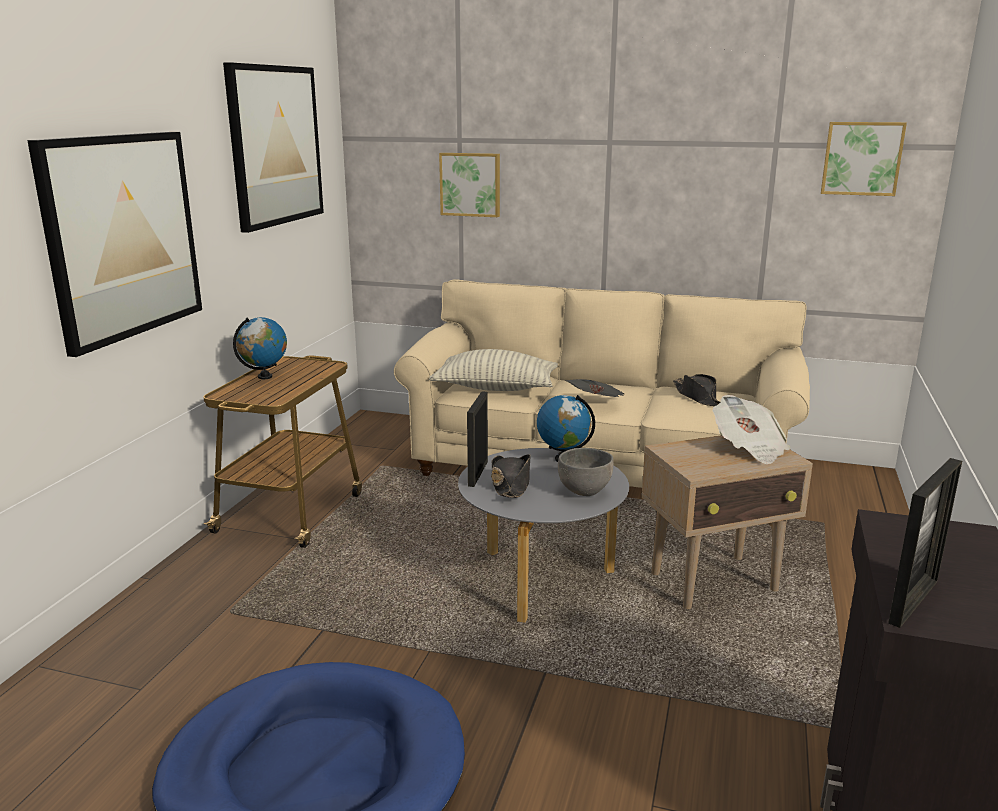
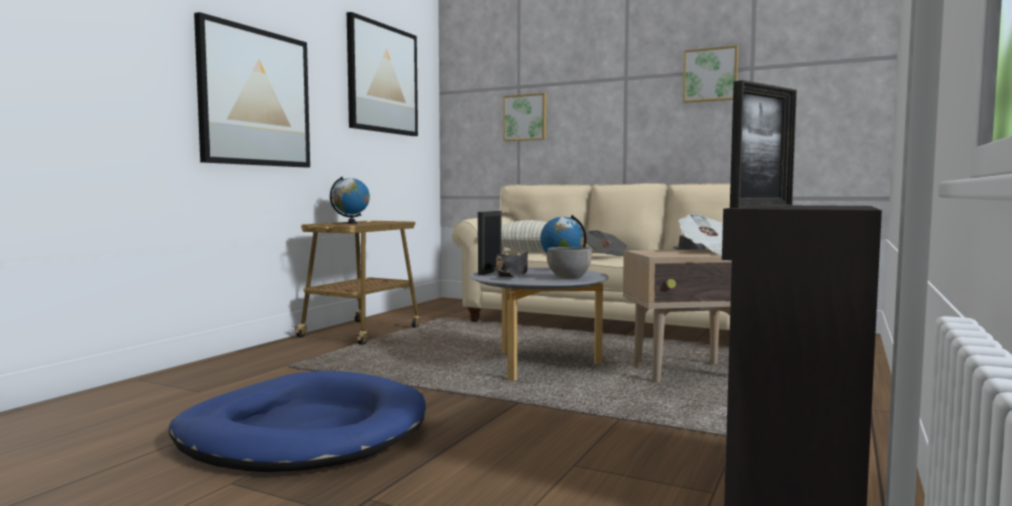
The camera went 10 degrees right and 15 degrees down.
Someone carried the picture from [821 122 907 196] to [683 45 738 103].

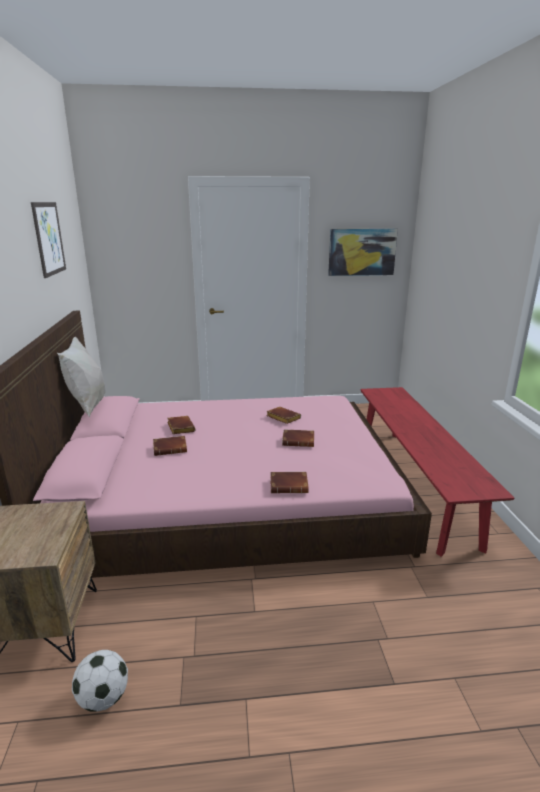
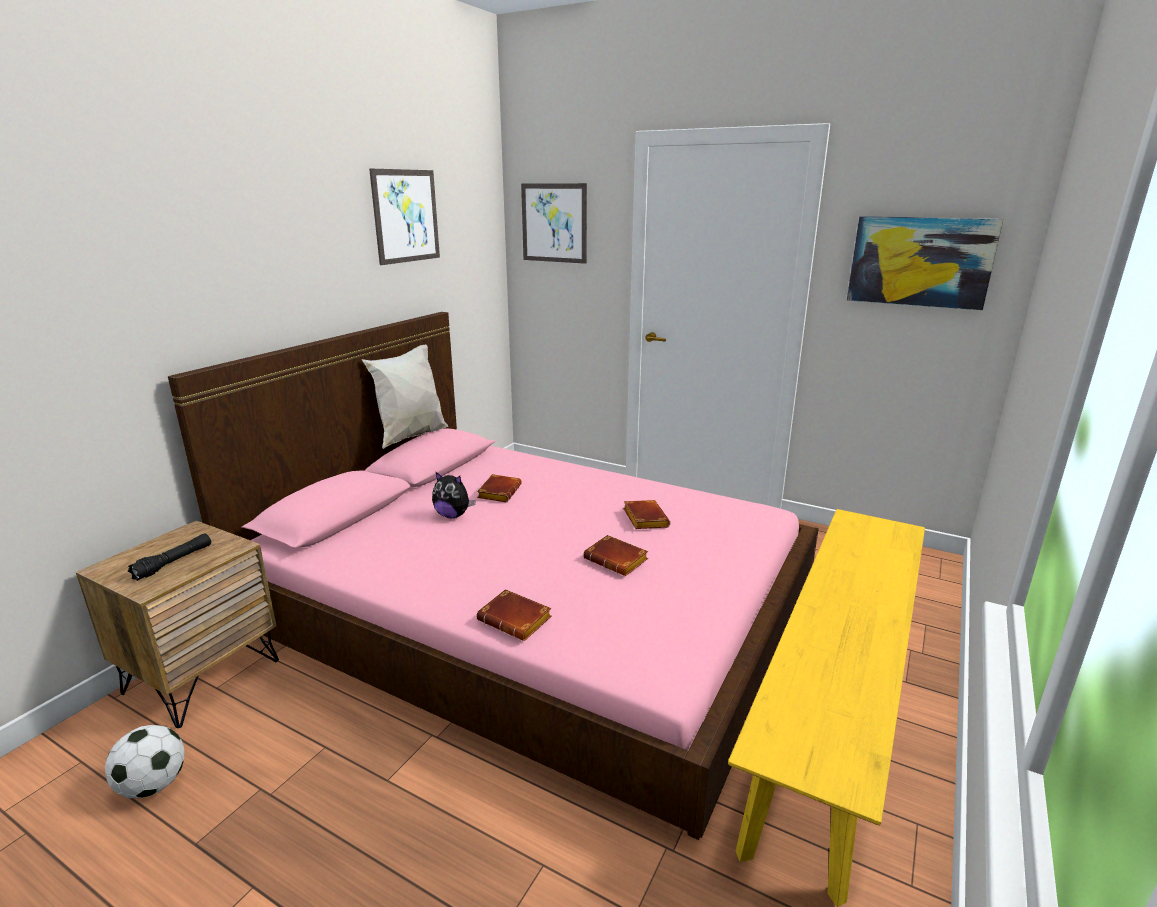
The camera went 35 degrees right and 0 degrees up.
Someone put down the black_torch at [128 533 211 581].
Someone put up the picture at [521 183 587 264].
Someone swapped the brown-coloured_bound_book at [153 436 187 456] for the plush_toy at [432 472 476 518].
Someone repainted the red_bench at [360 387 514 557], which became the yellow_bench at [728 509 925 907].

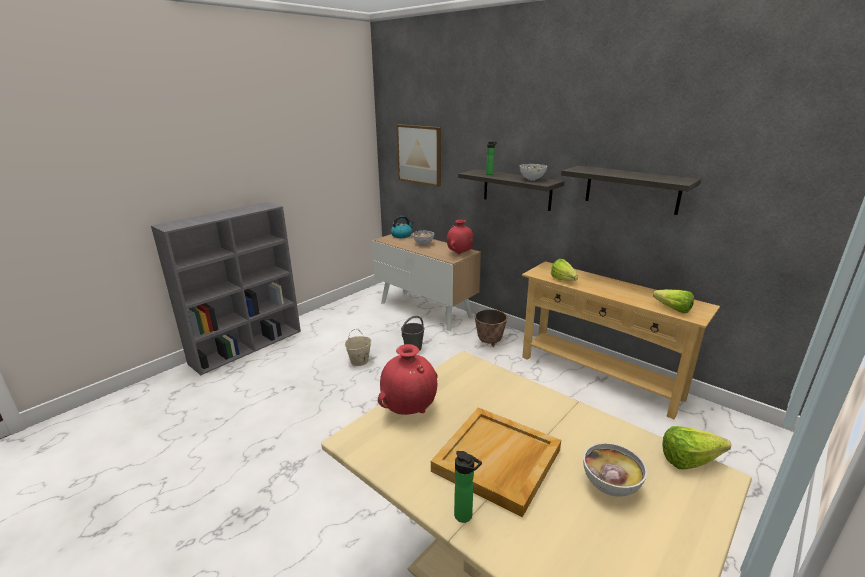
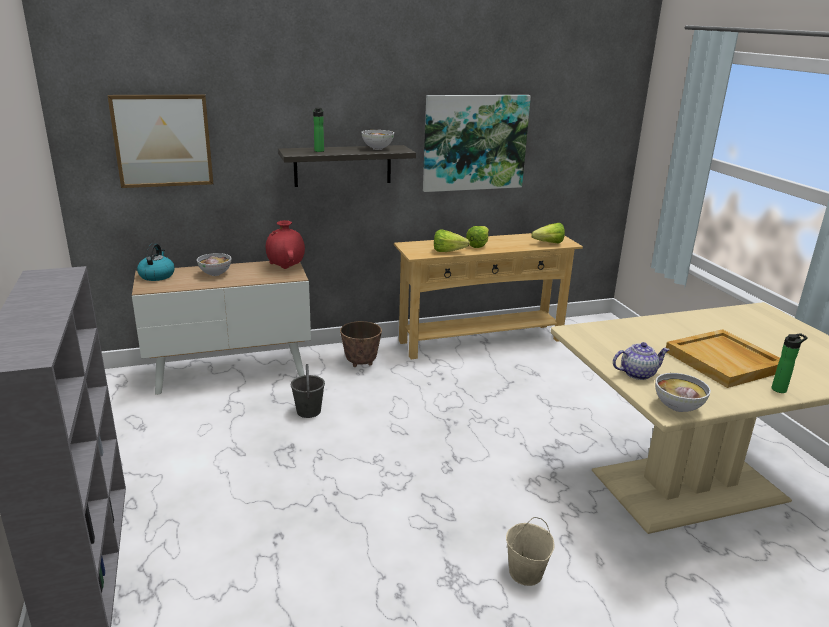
The camera went 60 degrees left and 0 degrees up.
Someone carried the beige-coloured_bucket from [345 329 372 366] to [506 517 554 586].
Someone carried the serving_bowl from [583 443 647 497] to [655 373 711 412].
Someone carried the lettuce_head from [663 426 731 469] to [466 226 489 248].
Someone swapped the red_decorative_vase at [378 344 438 415] for the teapot at [613 342 670 380].
Someone swapped the bracket_shelf at [561 166 701 215] for the picture at [423 95 531 192].

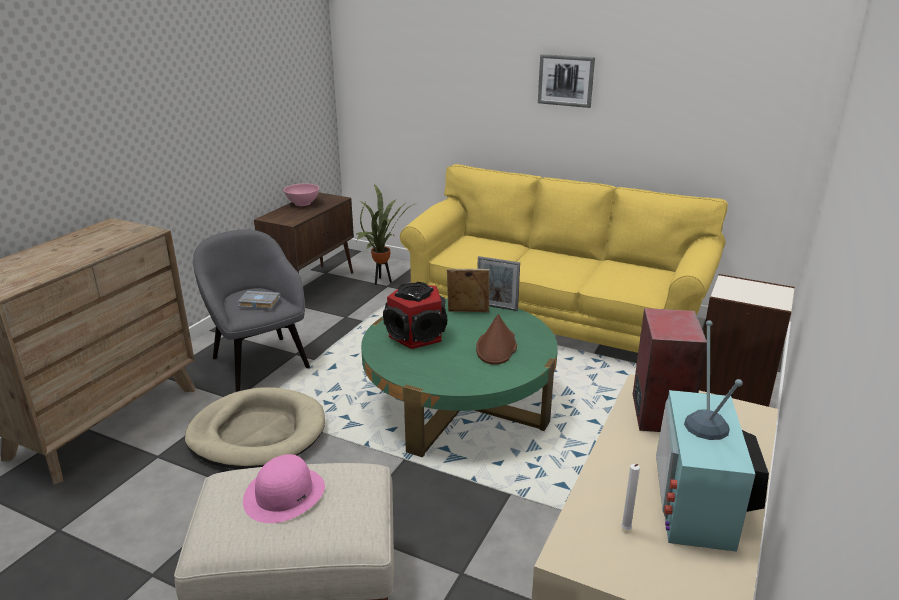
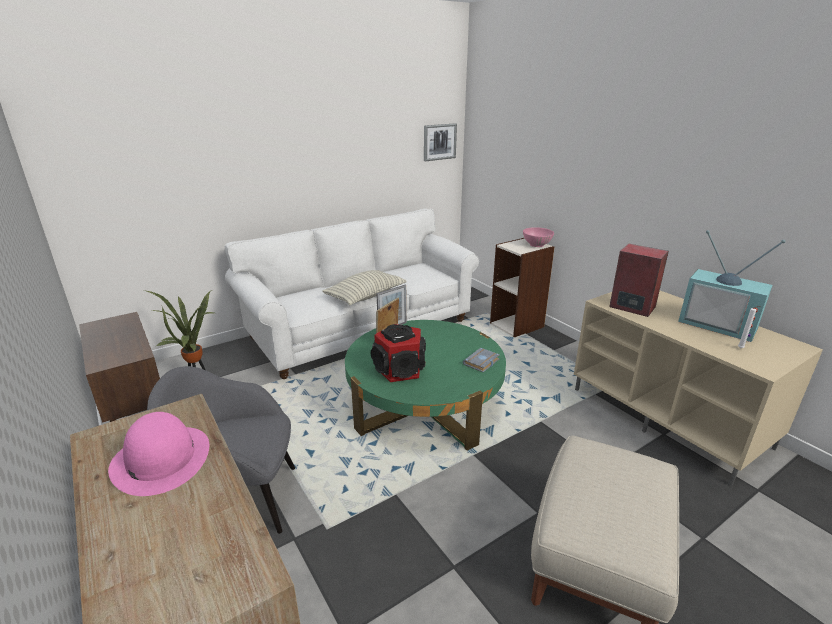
The camera went 60 degrees left and 0 degrees up.
Someone took away the beige-coloured_pet_bed at [184 387 325 469].
Someone took away the brown-coloured_clothing_hat at [476 314 517 365].
Someone put down the cushion at [323 270 407 305].
Someone carried the gray_bound_book from [237 291 281 309] to [463 348 500 372].
Someone carried the pinkish_clothing_hat from [243 454 325 523] to [108 412 209 496].
Someone carried the pinkish_serving_bowl from [284 183 319 206] to [523 227 554 247].
Someone carried the picture from [538 54 595 108] to [424 123 457 161].
Someone repainted the yellow_settee at [400 164 728 353], which became the whitish_settee at [225 209 479 379].

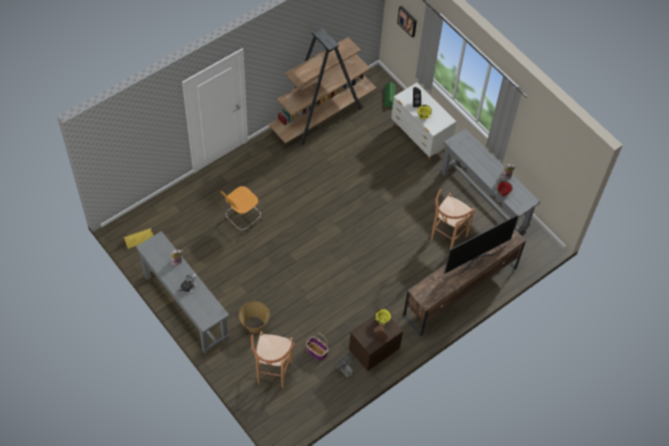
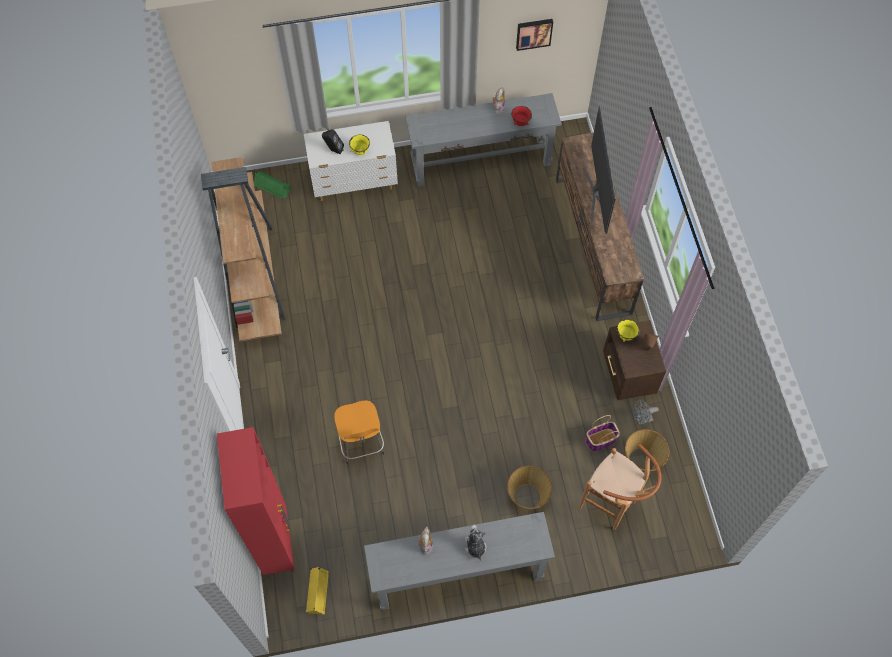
The camera went 60 degrees left and 5 degrees up.
Someone took away the brown-coloured_sitting_stool at [431 189 475 249].
Someone put down the red_cupboard at [217 427 294 577].
Someone put down the basket at [625 429 669 473].
Someone carried the picture from [397 6 417 38] to [516 19 553 51].

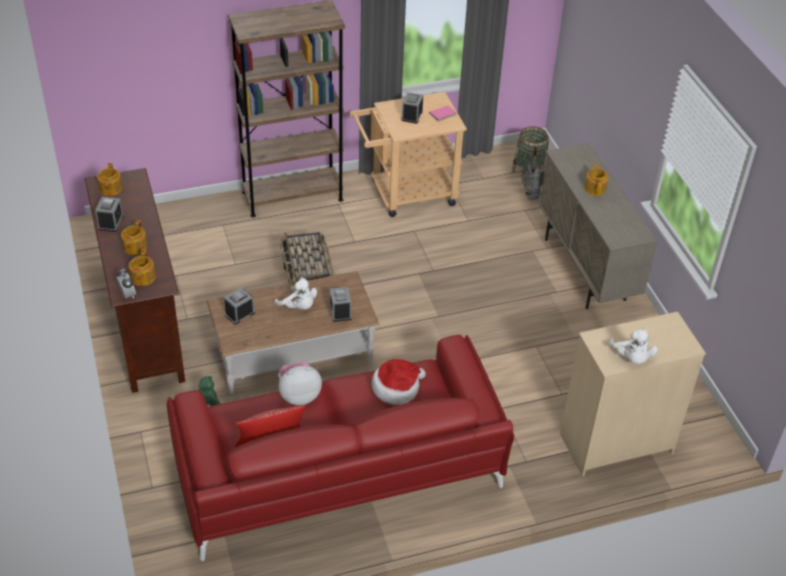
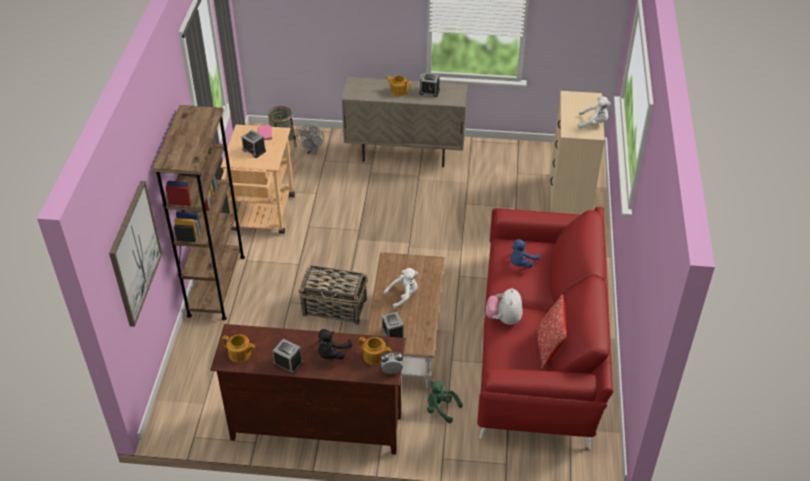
The camera went 65 degrees left and 0 degrees up.
Someone put up the picture at [109 181 162 327].
Someone carried the bedside_clock from [330 287 352 322] to [419 73 440 97].
Someone swapped the teapot at [121 220 147 255] for the black_plush_toy at [318 329 352 360].
Someone swapped the clothing_hat at [372 359 426 405] for the blue_plush_toy at [511 239 540 268].

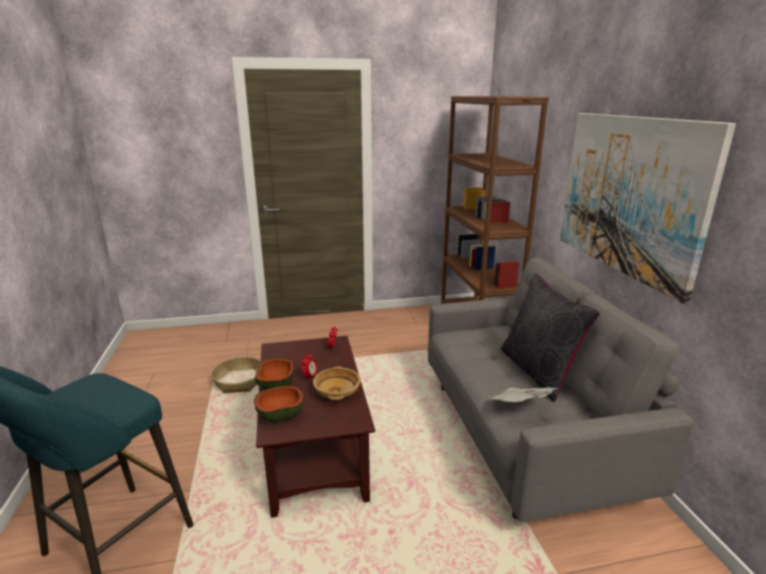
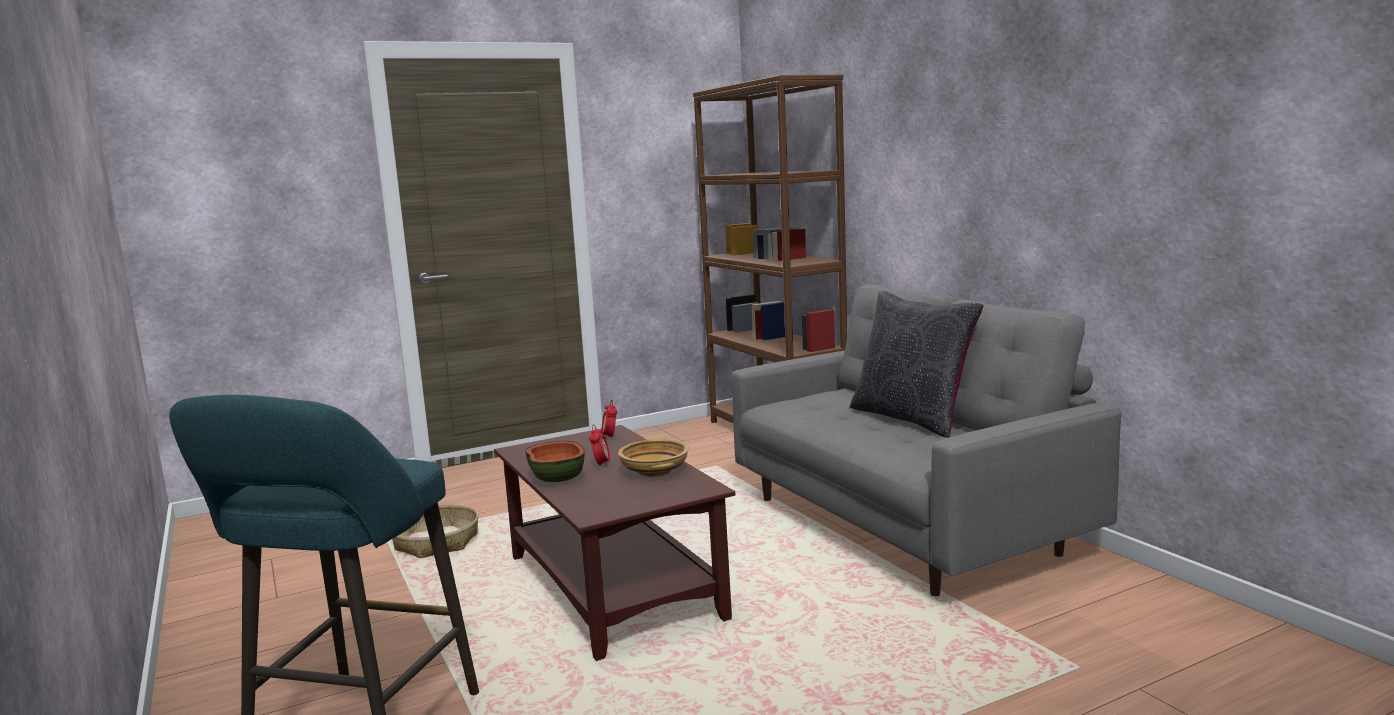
The camera went 15 degrees left and 10 degrees down.
Someone took away the serving_bowl at [254 386 304 422].
Someone took away the daily_paper at [491 387 559 402].
Someone took away the picture at [560 113 736 304].

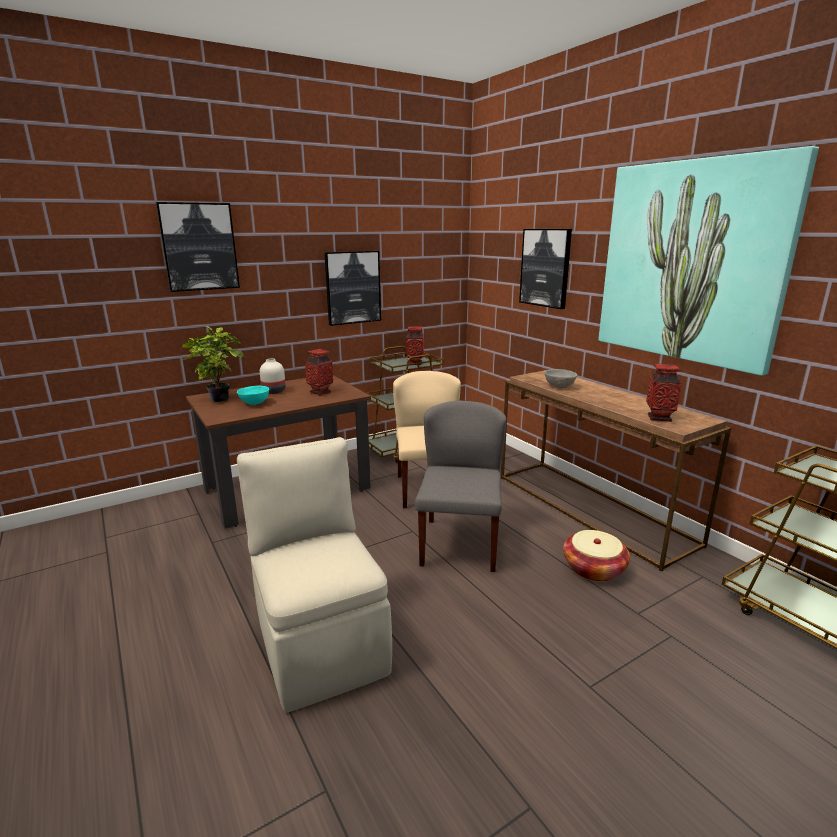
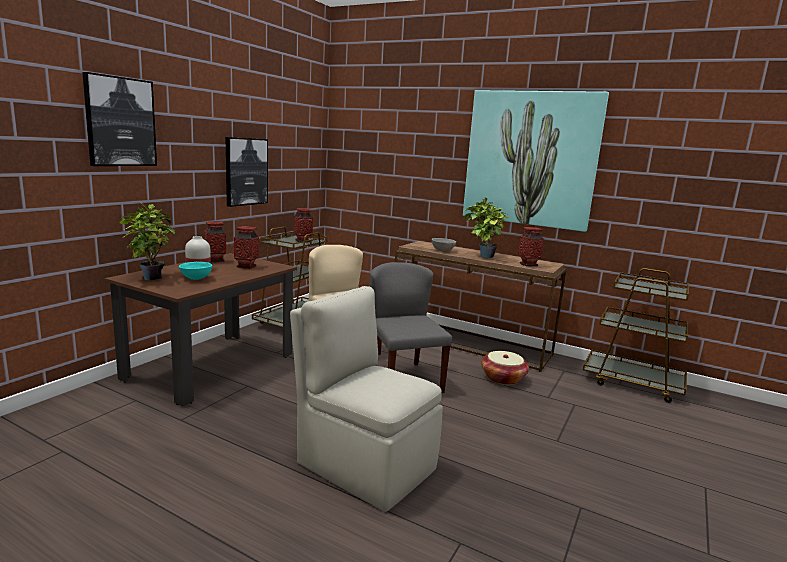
The camera went 30 degrees left and 5 degrees down.
Someone took away the picture at [519 229 572 309].
Someone put down the decorative_vase at [205 221 226 263].
Someone put down the plant_in_a_pot at [463 198 508 258].

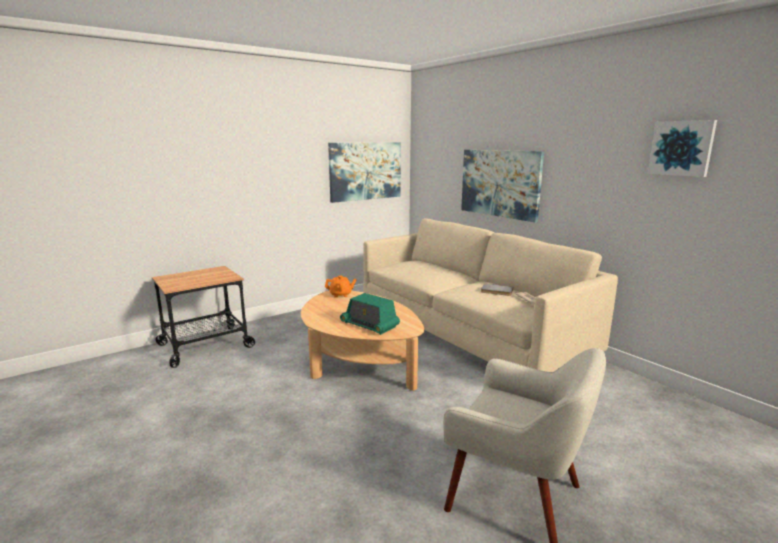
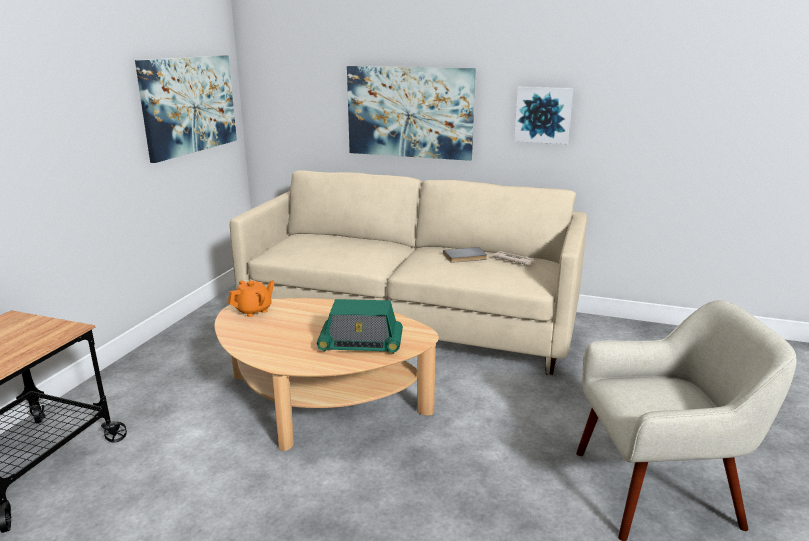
The camera went 35 degrees left and 5 degrees up.
Someone carried the picture from [648 120 717 177] to [514 87 574 144].

